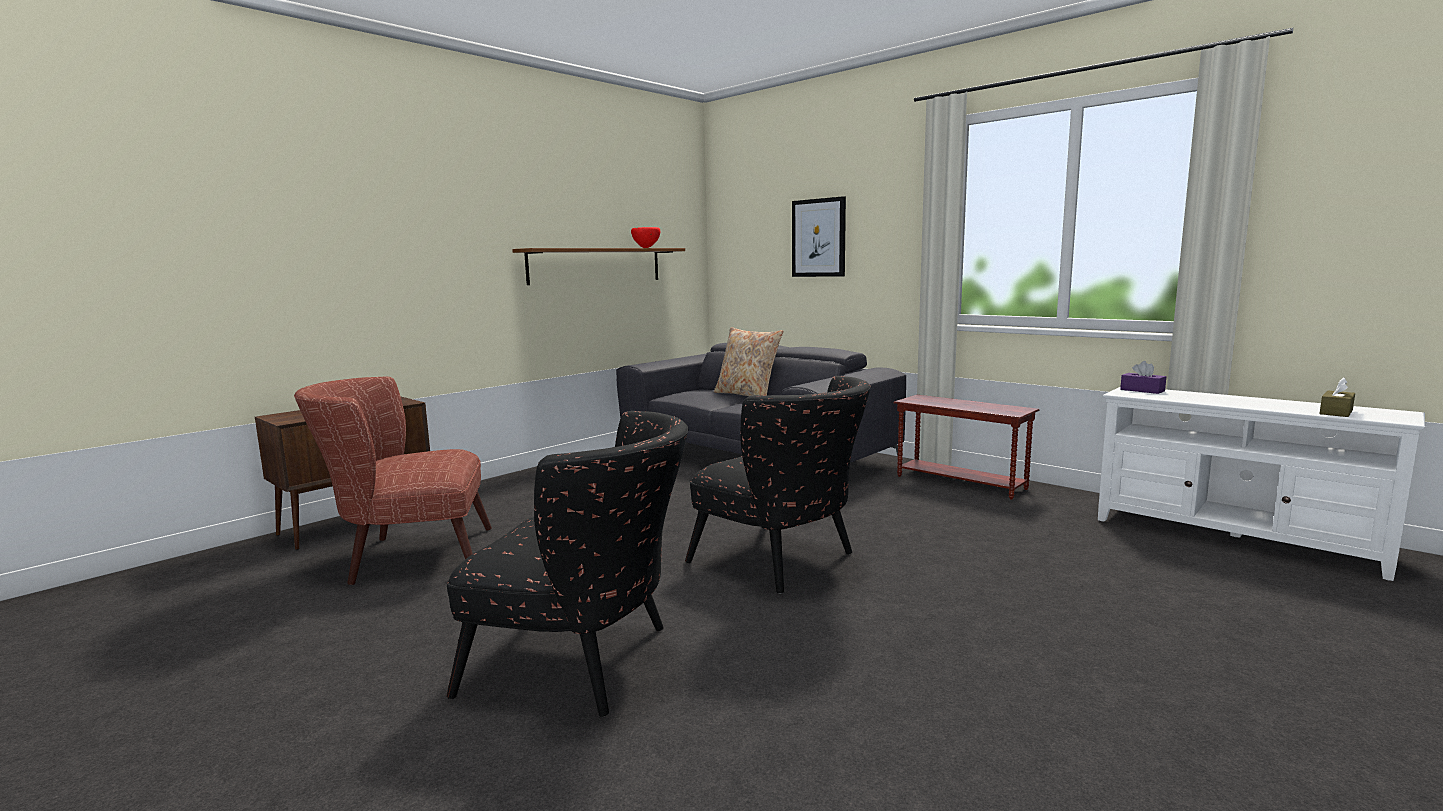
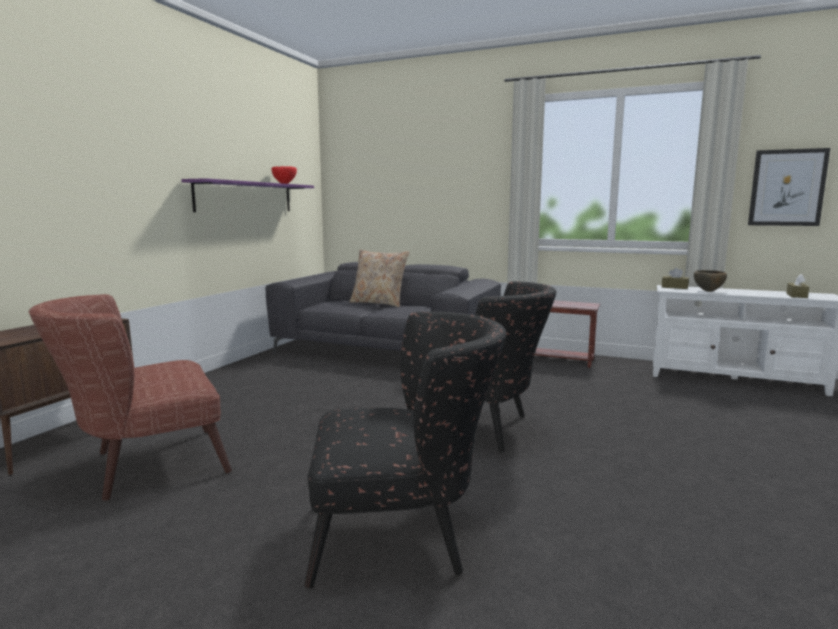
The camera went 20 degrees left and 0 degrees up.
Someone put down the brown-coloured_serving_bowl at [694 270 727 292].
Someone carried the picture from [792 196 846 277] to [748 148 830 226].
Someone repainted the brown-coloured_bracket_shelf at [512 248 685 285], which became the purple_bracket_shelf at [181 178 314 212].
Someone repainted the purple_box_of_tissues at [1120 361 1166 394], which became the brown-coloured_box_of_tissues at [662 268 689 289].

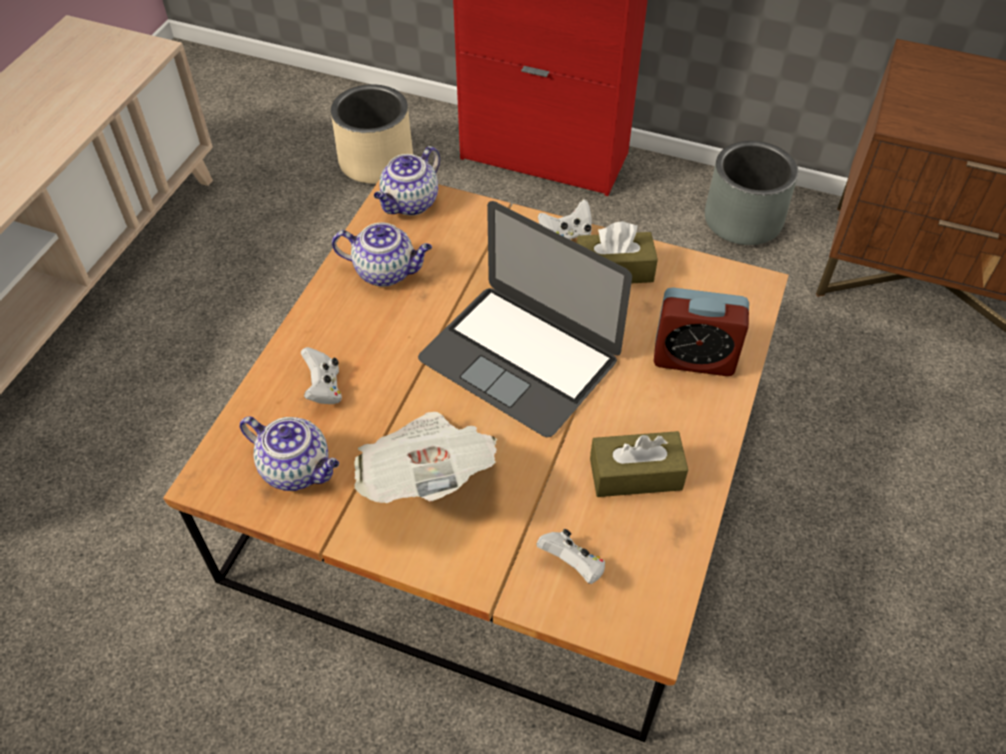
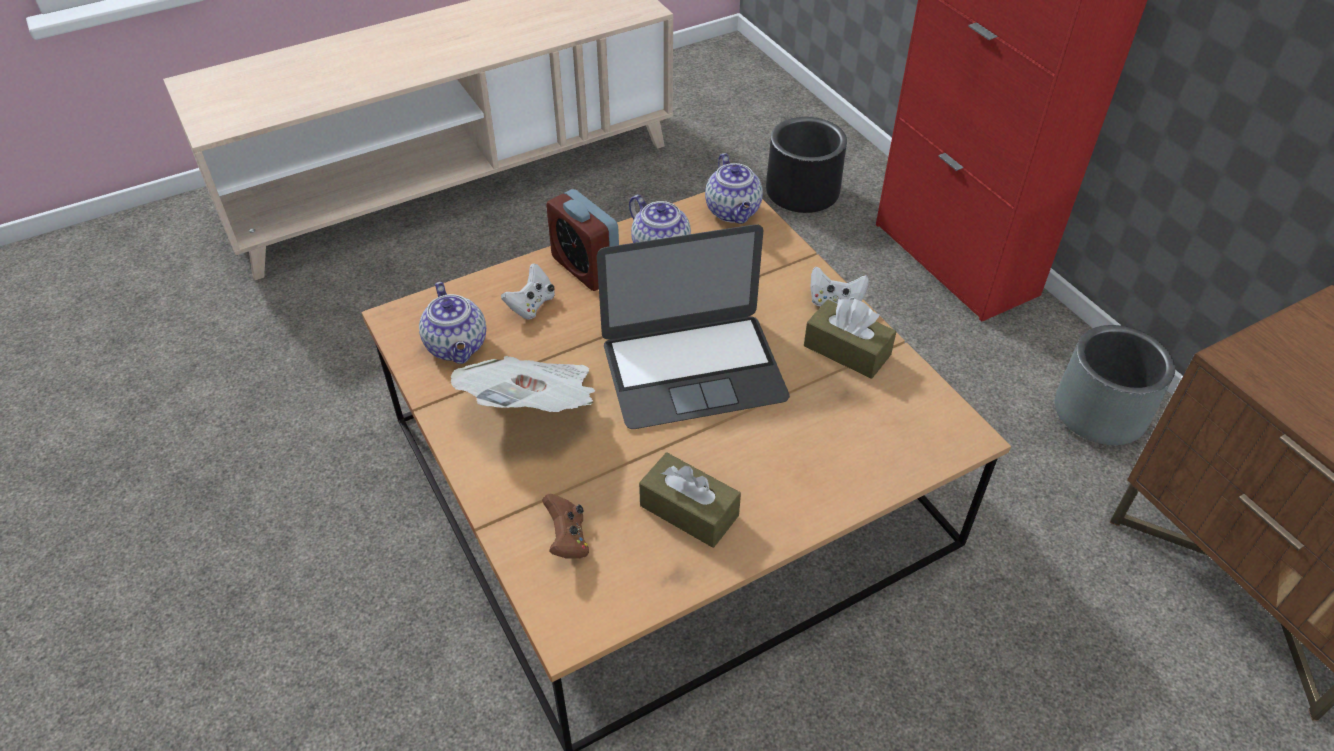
The camera went 40 degrees right and 5 degrees down.
Someone carried the bedside_clock from [654 287 749 376] to [546 189 619 291].
Someone repainted the beige-coloured_planter at [331 84 413 184], which became the black_planter at [766 117 847 213].
Someone repainted the whitish_game_controller at [536 529 605 584], which became the brown-coloured_game_controller at [542 494 589 559].
Someone rotated the teapot at [374 146 440 215] by 90 degrees counterclockwise.
Someone rotated the portable_computer at [418 201 632 437] by 90 degrees counterclockwise.

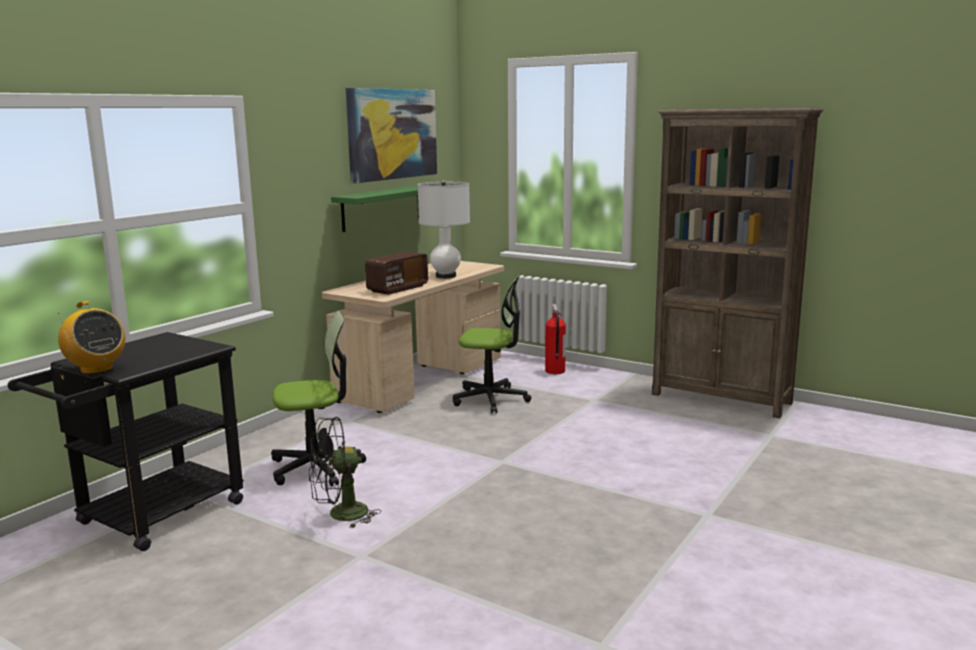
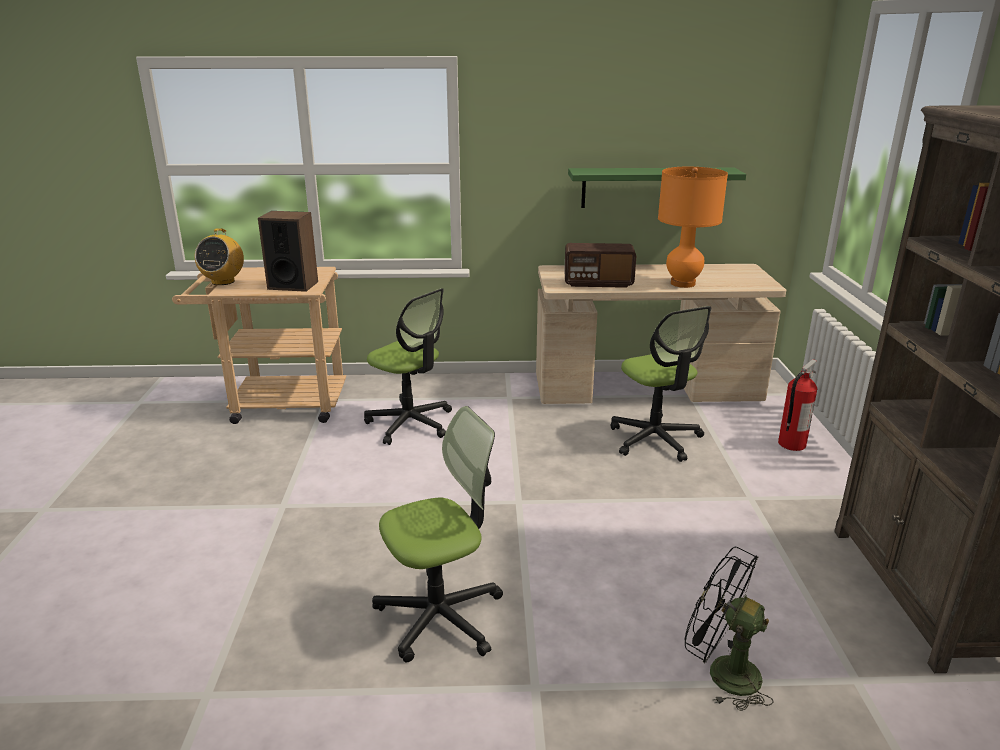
The camera went 55 degrees right and 10 degrees up.
Someone took away the picture at [346 88 437 183].
Someone put down the audio_speaker at [258 211 318 292].
Someone put down the desk_chair at [372 406 503 662].
Someone carried the black_fan from [309 417 381 528] to [684 547 774 711].
Someone repainted the black_wheeled_cart at [8 332 243 551], which became the beige-coloured_wheeled_cart at [172 267 346 424].
Someone repainted the whitish_lamp_for_a_table at [418 180 470 278], which became the orangey_lamp_for_a_table at [658 167 728 288].

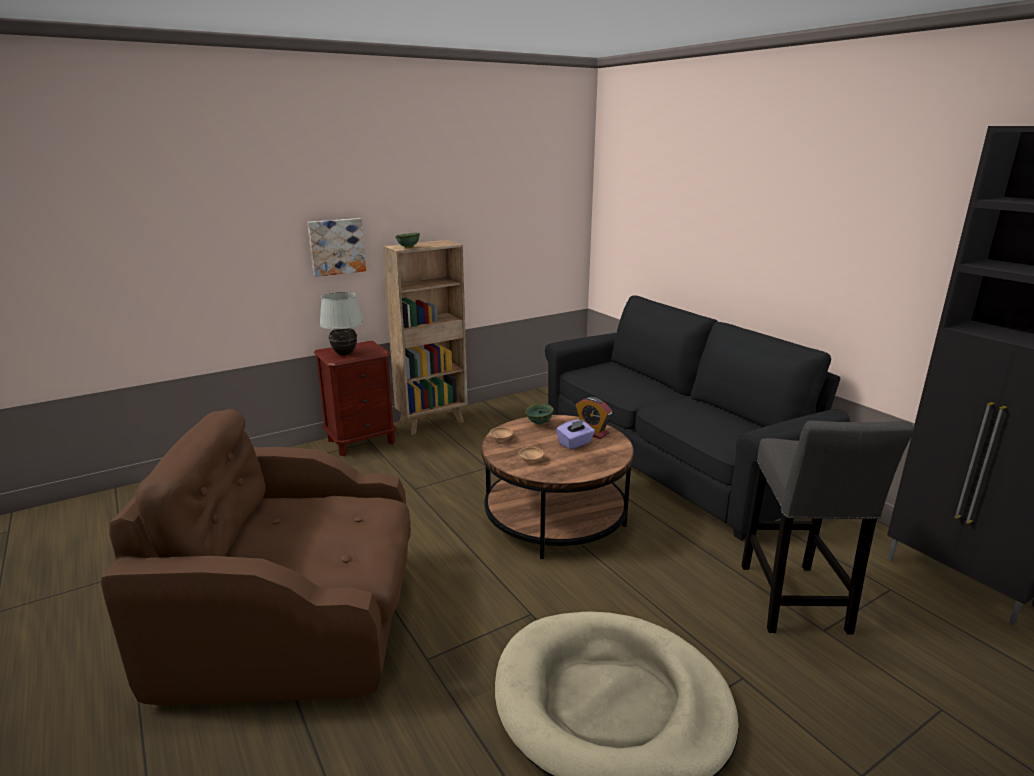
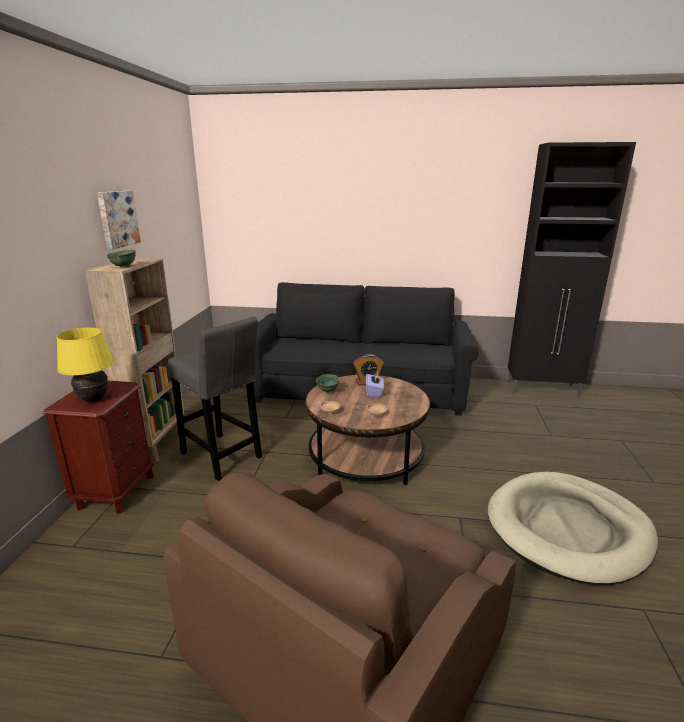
The camera went 50 degrees left and 0 degrees up.
Someone carried the picture from [307 218 366 277] to [97 191 141 249].
Someone carried the gray_sitting_stool from [741 421 913 635] to [168 316 262 481].
Someone repainted the whitish_lamp_for_a_table at [320 292 363 355], which became the yellow_lamp_for_a_table at [56 327 114 402].

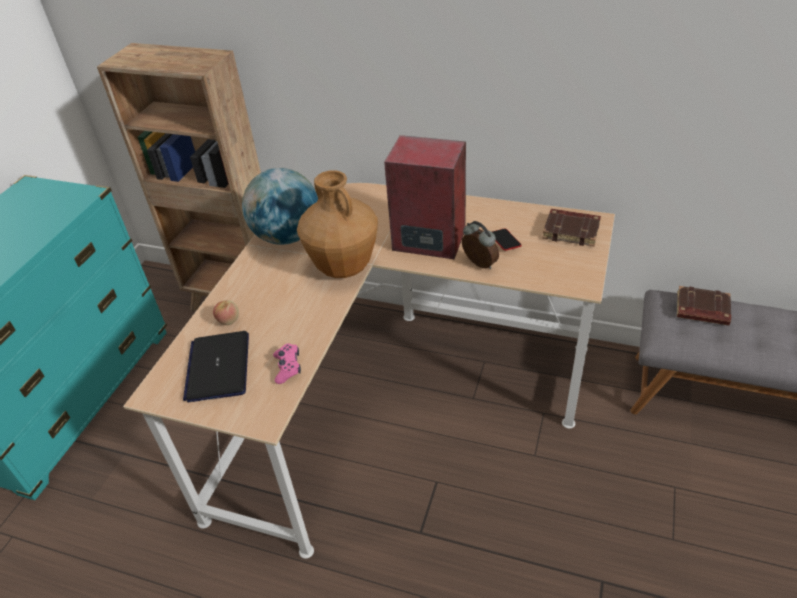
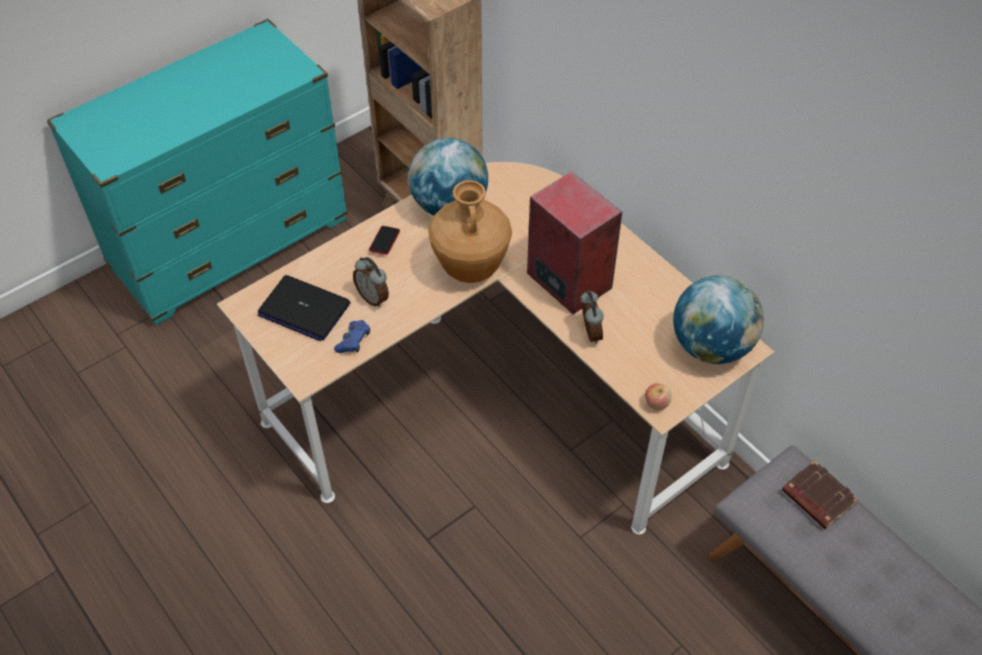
The camera went 30 degrees right and 10 degrees up.
Someone put down the bedside_clock at [353 257 389 307].
Someone carried the whole_apple from [213 300 239 325] to [645 383 672 410].
Someone carried the telephone from [492 229 522 251] to [369 226 400 255].
Someone swapped the brown-coloured_bound_book at [542 209 601 246] for the desk_globe at [673 275 764 364].
Someone repainted the pinkish_game_controller at [273 344 301 384], which became the blue_game_controller at [334 320 370 353].
Someone rotated the portable_computer at [183 331 249 402] by 90 degrees counterclockwise.

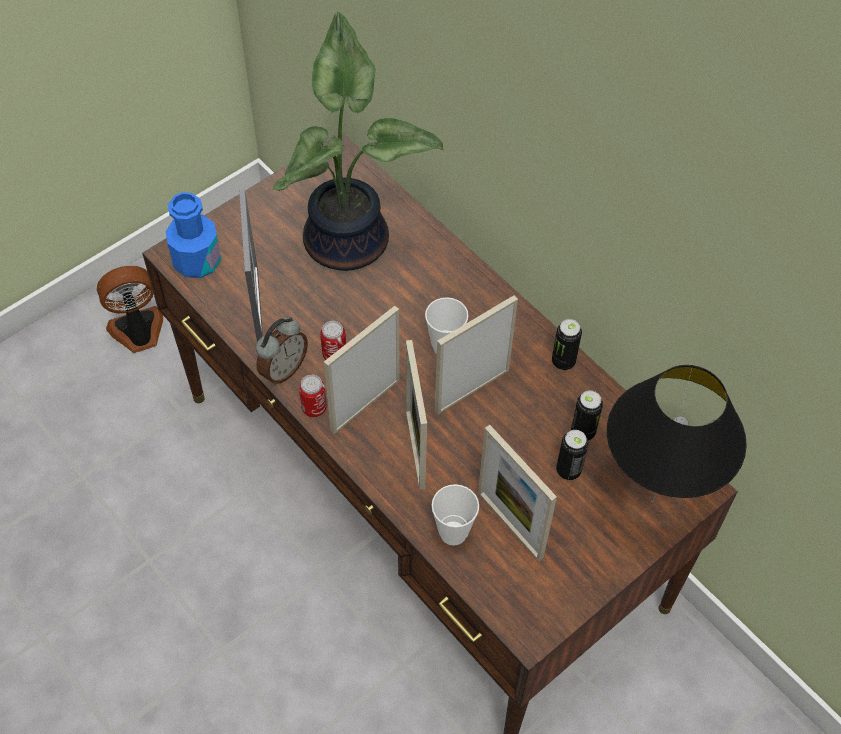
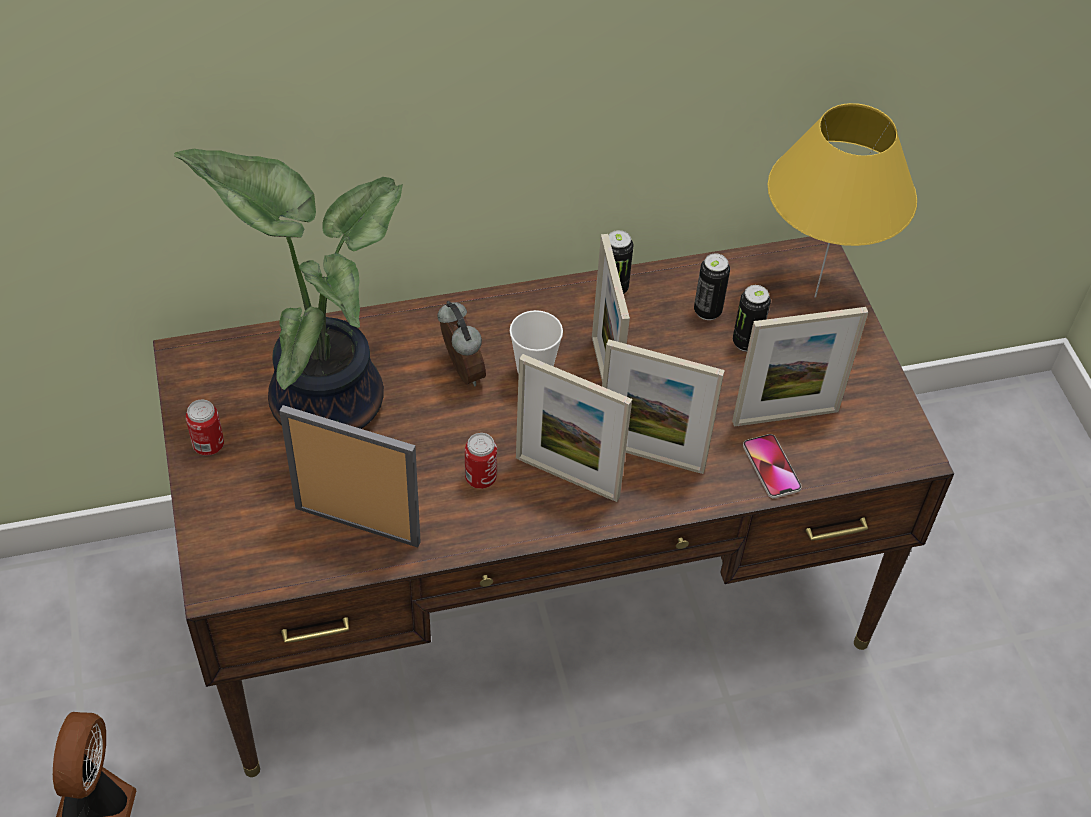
The camera went 65 degrees left and 5 degrees down.
Someone took away the blue_drink_bottle at [166 192 221 278].
Someone carried the bedside_clock from [256 317 308 385] to [438 301 486 386].
Someone carried the sealed_can from [299 375 327 417] to [186 399 224 456].
Someone swapped the drinking_cup at [432 484 479 546] for the telephone at [743 434 802 498].
Someone repainted the black_lamp_for_a_table at [607 365 747 503], which became the yellow_lamp_for_a_table at [768 103 917 298].
Someone rotated the photo_frame at [324 306 400 434] by 45 degrees counterclockwise.

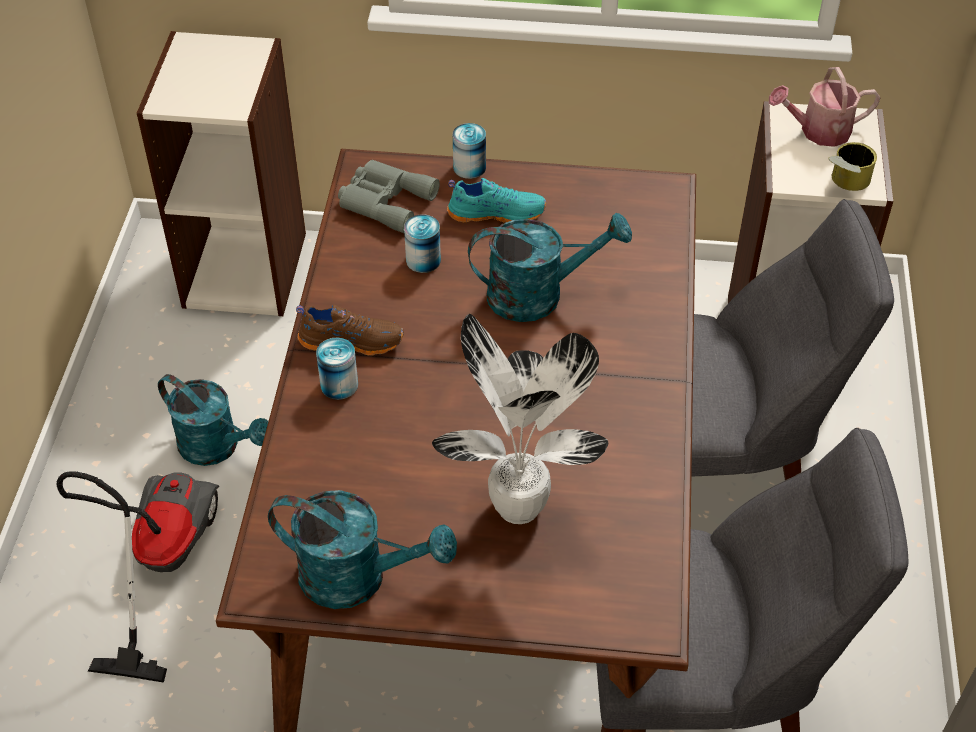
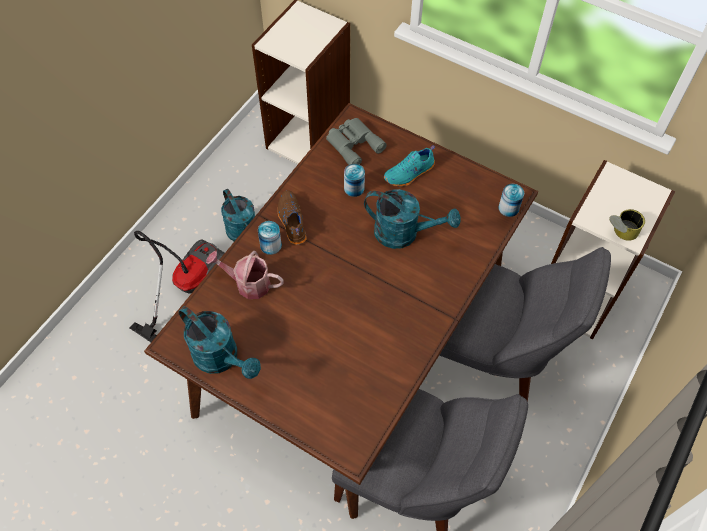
The camera went 25 degrees right and 10 degrees up.
Someone took away the plant_in_a_pot at [432 314 608 524].
Someone carried the sealed_can from [453 123 486 179] to [498 184 524 217].
Someone carried the watering_can from [769 67 880 147] to [206 251 284 299].
Someone rotated the brown-coloured_item_of_footwear at [296 305 404 356] by 135 degrees counterclockwise.
Someone rotated the blue-green_item_of_footwear at [447 178 546 223] by 120 degrees clockwise.

